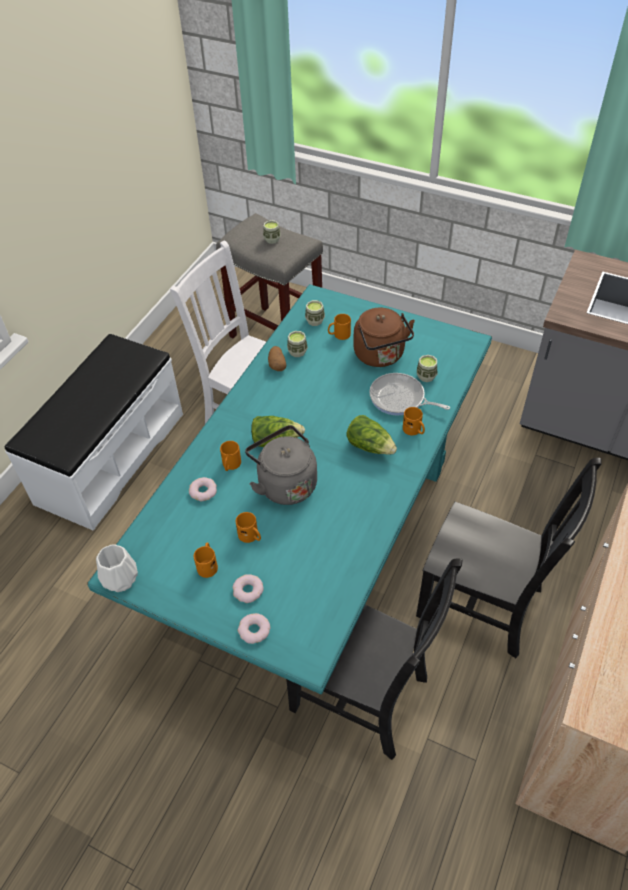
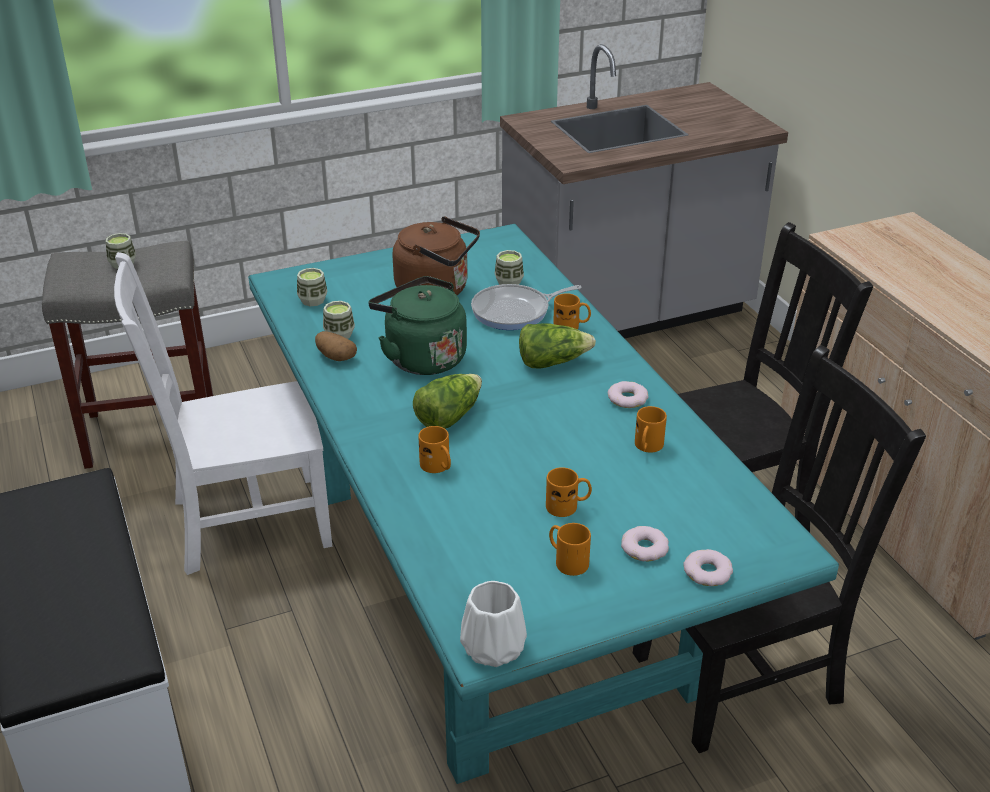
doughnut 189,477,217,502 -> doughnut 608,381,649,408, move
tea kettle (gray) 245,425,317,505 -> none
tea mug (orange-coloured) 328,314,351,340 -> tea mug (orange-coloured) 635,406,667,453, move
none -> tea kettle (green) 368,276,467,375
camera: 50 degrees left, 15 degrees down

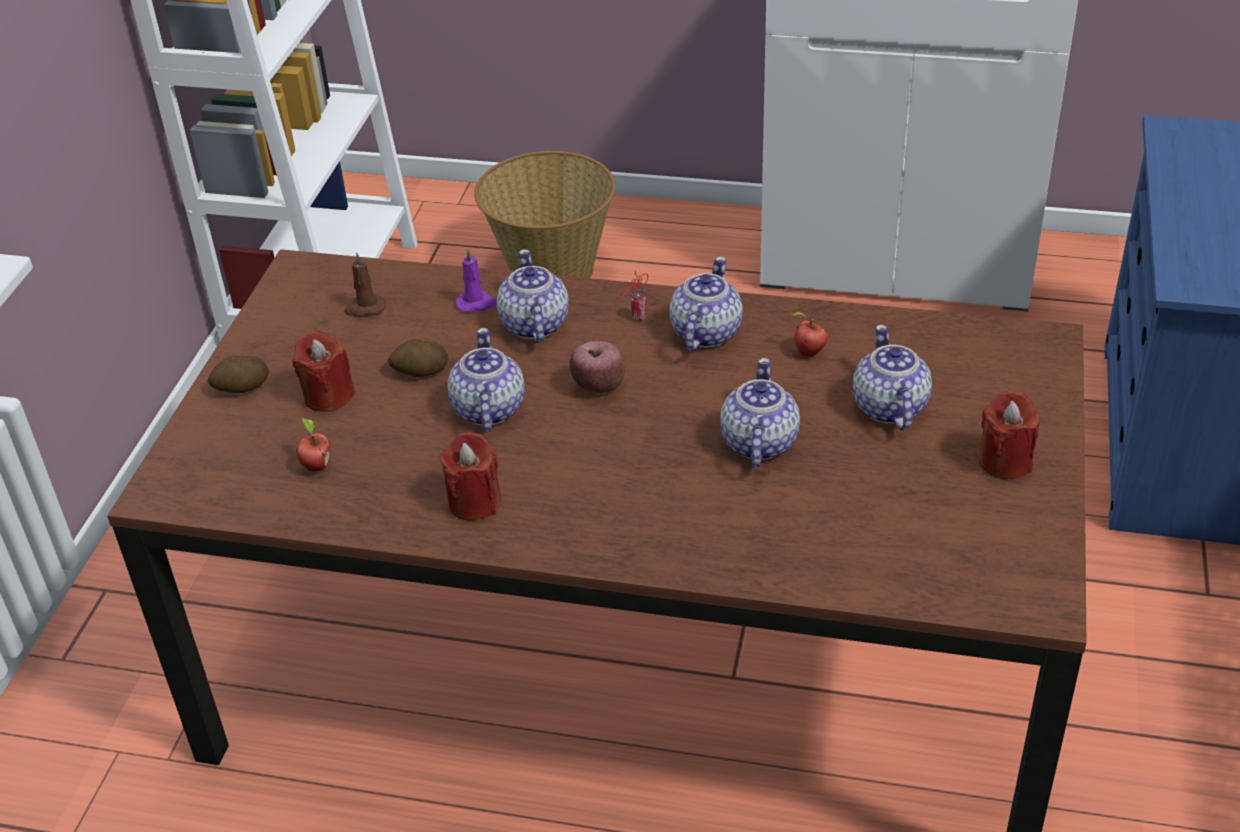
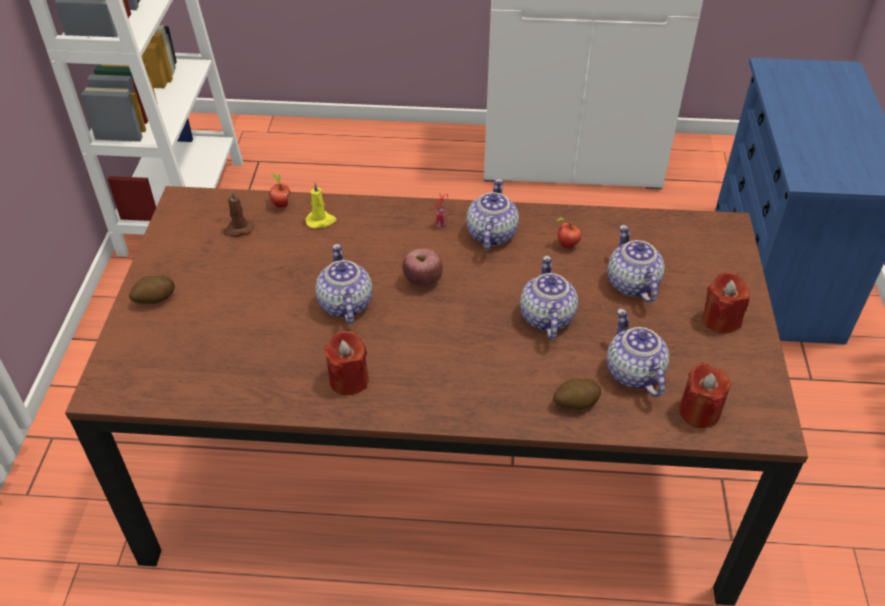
wax candle (red) 292,330,355,412 -> wax candle (red) 679,362,731,428, move
whole apple 296,418,331,471 -> whole apple 269,173,290,208, move
spud 388,339,448,377 -> spud 553,378,601,410, move
wax candle (purplish) 456,248,497,312 -> wax candle (yellow-coloured) 306,182,336,228
basket 474,151,616,278 -> none
teapot 497,249,569,343 -> teapot 607,309,669,397, move
camera: 10 degrees left, 5 degrees up

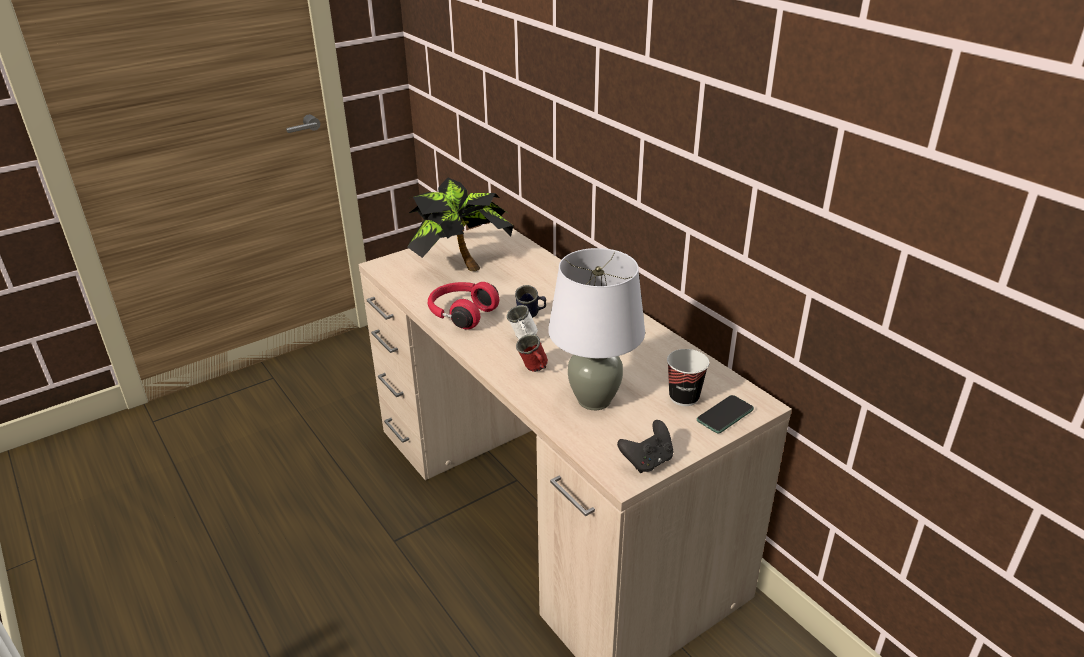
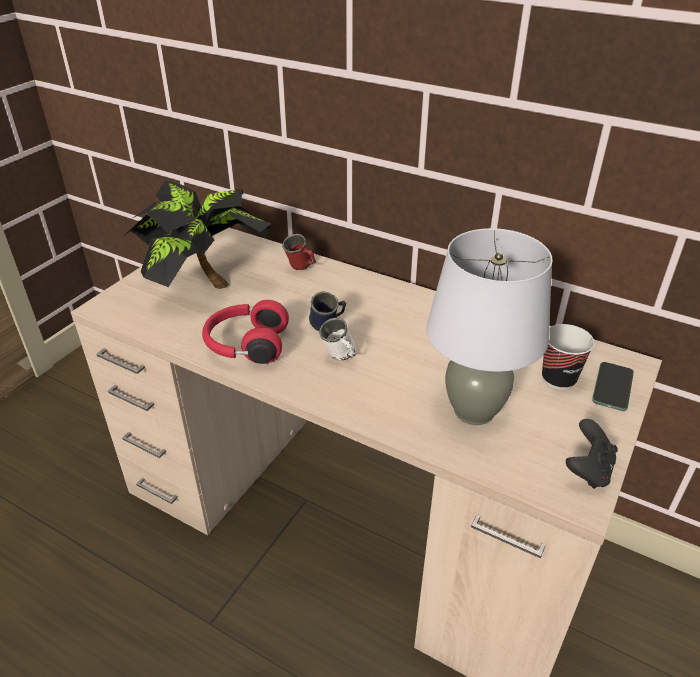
tea mug (red) 516,334,548,372 -> tea mug (red) 282,234,316,270, move
camera: 25 degrees left, 5 degrees up

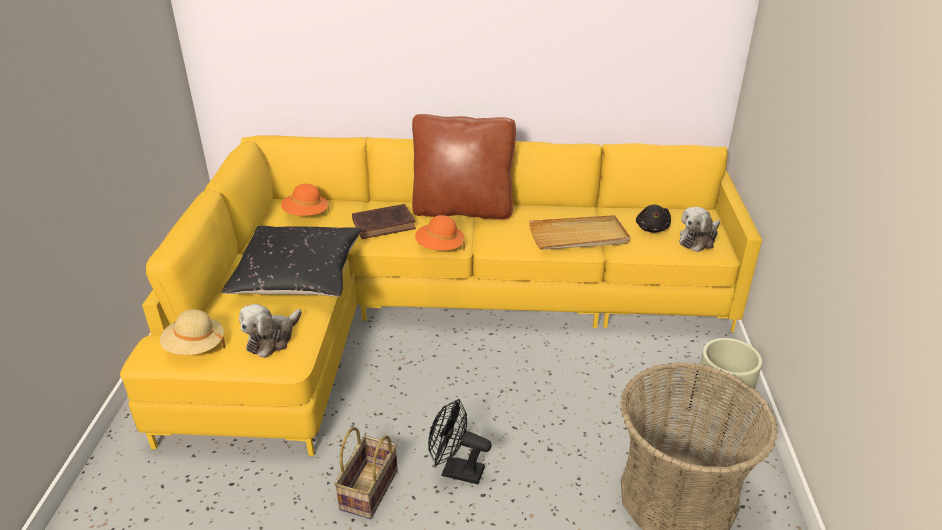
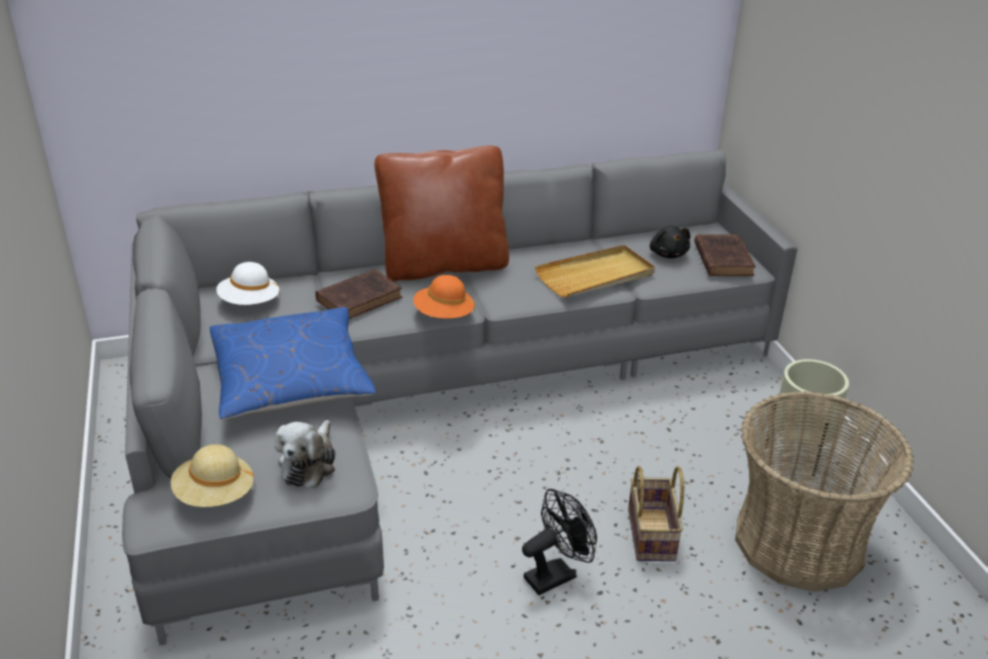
settee (yellow-coloured) 120,135,762,456 -> settee (gray) 122,149,797,645
pillow (blackish) 222,226,361,297 -> pillow (bluish) 210,307,376,419
wearable hat (orange-coloured) 281,184,330,216 -> wearable hat (whitish) 216,262,280,305
basket 334,427,398,519 -> basket 628,466,684,561, move
electric fan (blackish) 428,399,492,484 -> electric fan (blackish) 522,489,597,595, 150 degrees clockwise
plush toy 679,207,720,252 -> bound book (brown-coloured) 694,234,756,276
camera: 20 degrees left, 0 degrees up

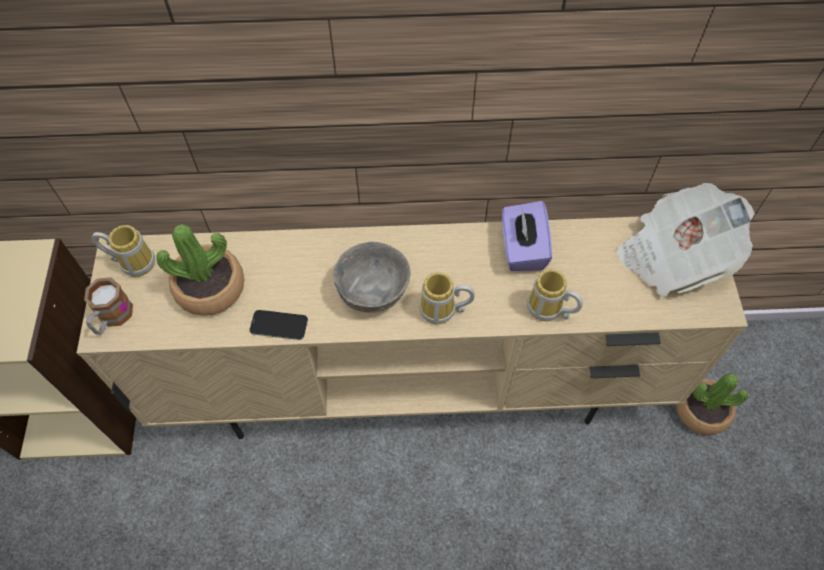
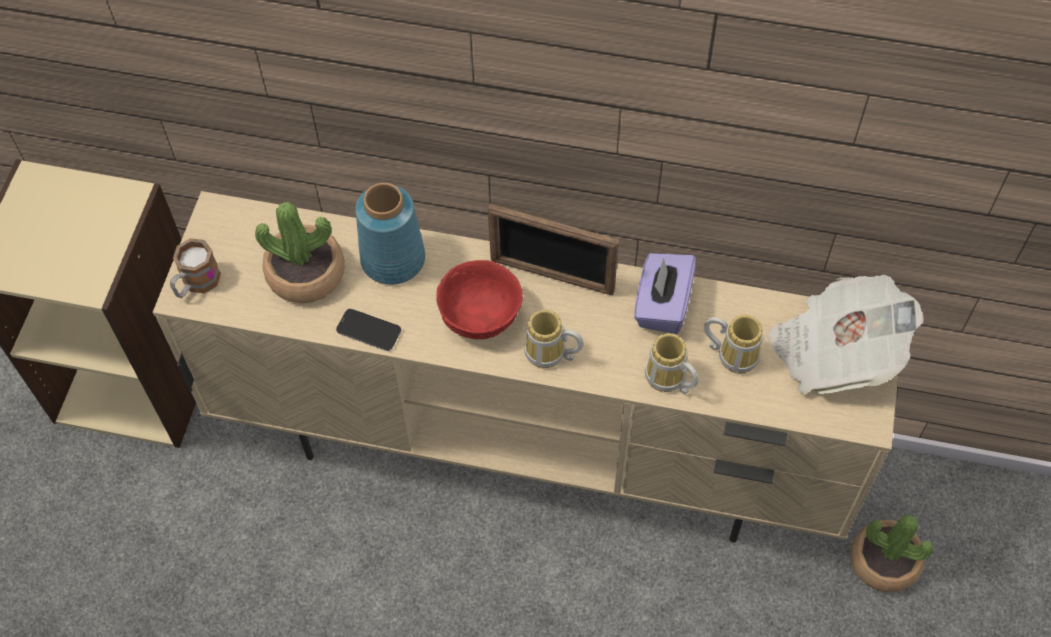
tea mug 91,225,155,277 -> tea mug 704,315,763,374, move
serving bowl (gray) 333,242,411,312 -> serving bowl (red) 436,260,523,339
none -> vase (bluish) 355,183,425,285
none -> photo frame 488,204,619,295
camera: 15 degrees right, 0 degrees up

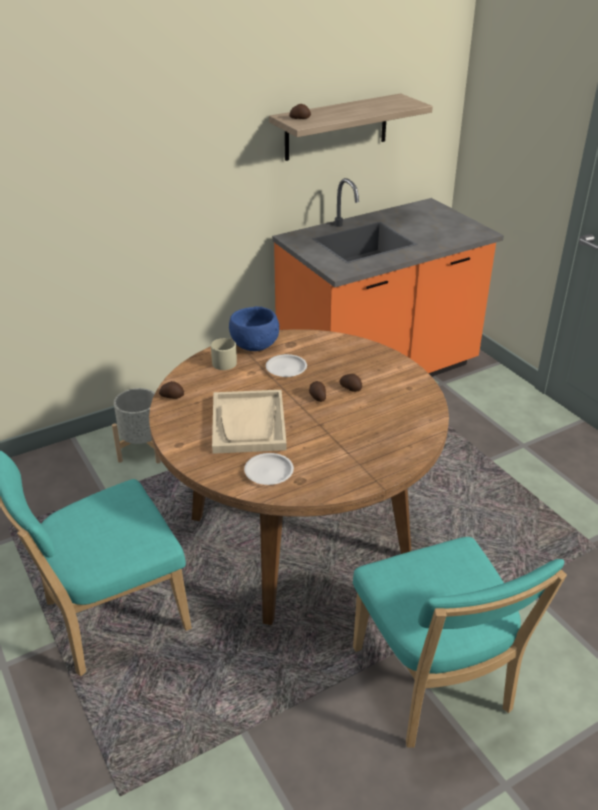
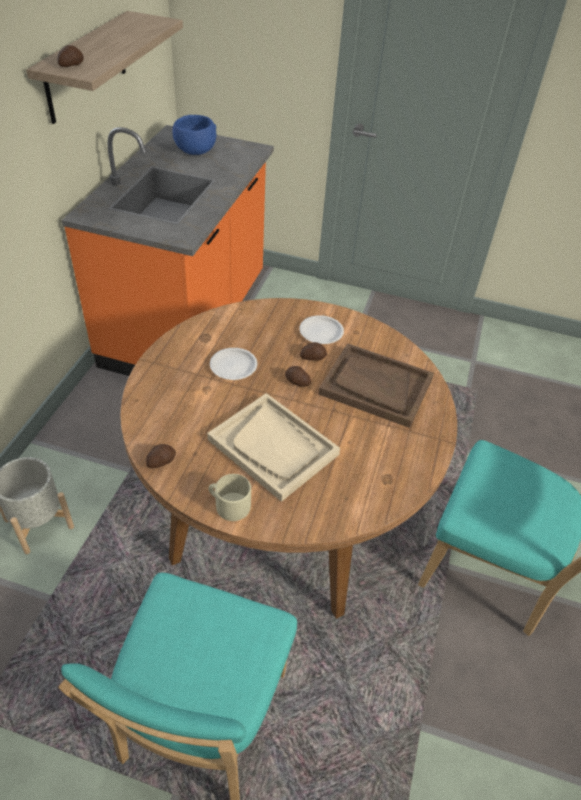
tea mug (sand-coloured) 211,338,237,370 -> tea mug (sand-coloured) 208,474,251,521, move
serving bowl (bluish) 229,306,279,351 -> serving bowl (bluish) 172,115,217,155, move
plate (whitish) 244,453,294,485 -> plate (whitish) 299,315,344,344, move
none -> serving tray (brown-coloured) 319,343,434,428
camera: 45 degrees left, 10 degrees up

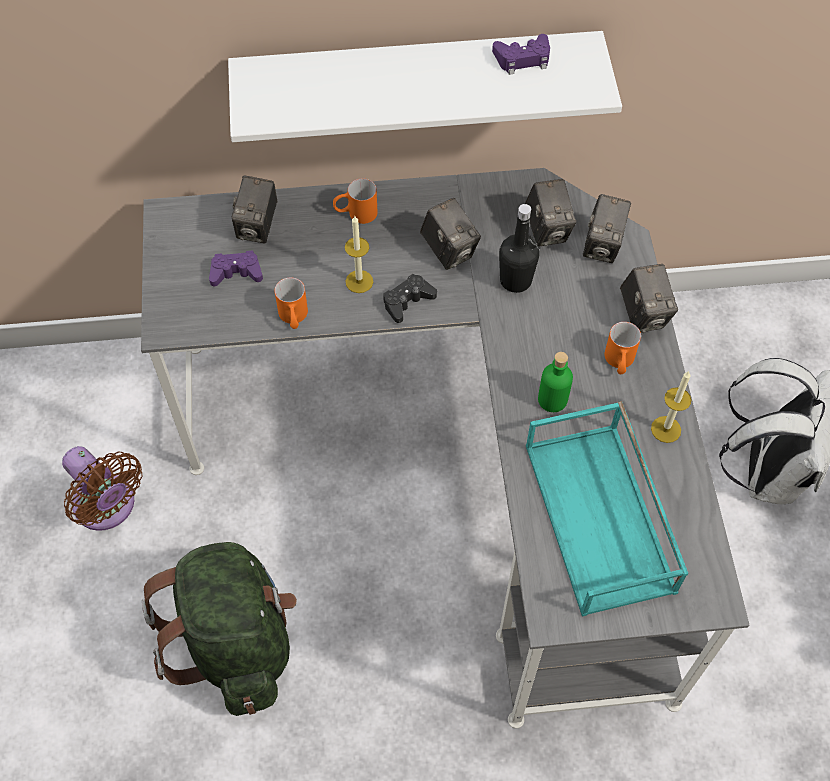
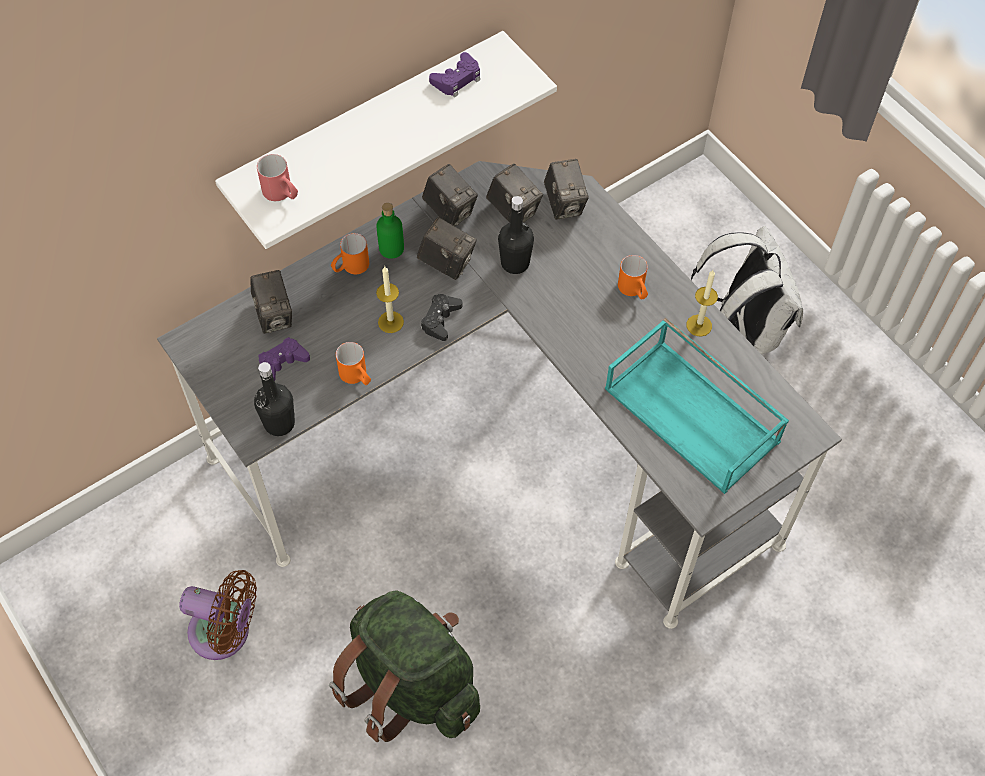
bottle (green) 538,352,573,412 -> bottle (green) 376,203,404,259, move
photo camera 620,264,678,333 -> photo camera 422,164,478,226, move
none -> bottle (blackish) 254,362,295,436
none -> tea mug (red) 257,154,298,201
camera: 30 degrees left, 0 degrees up

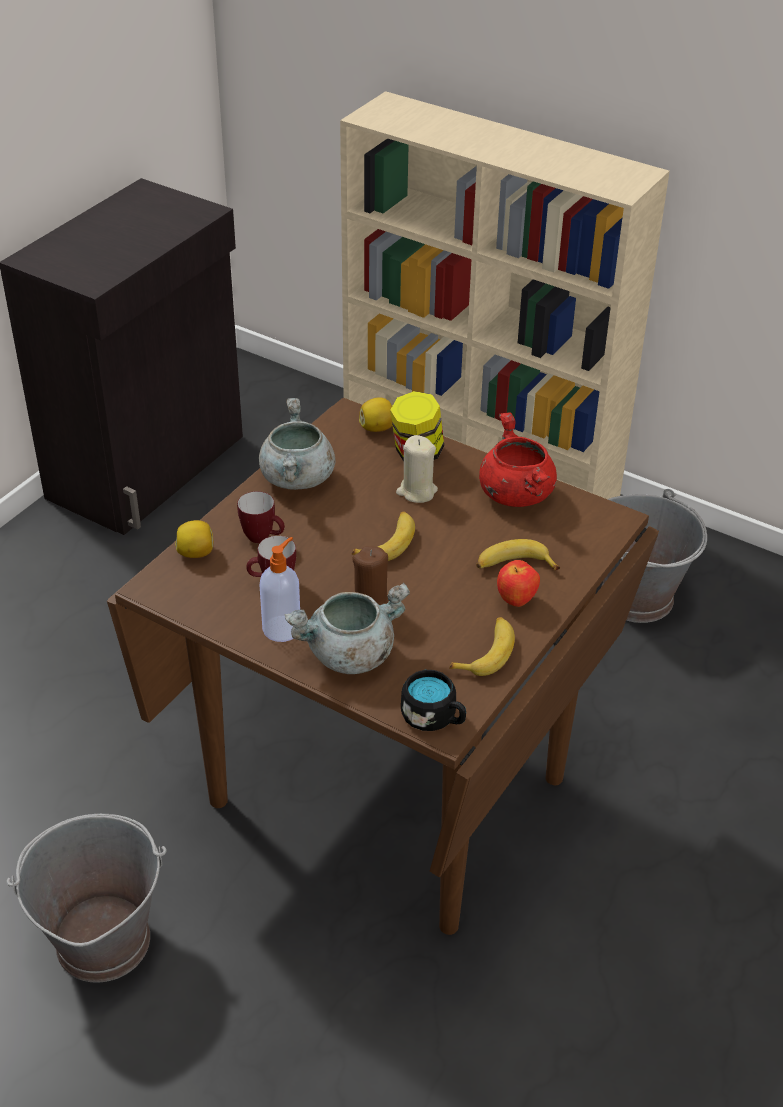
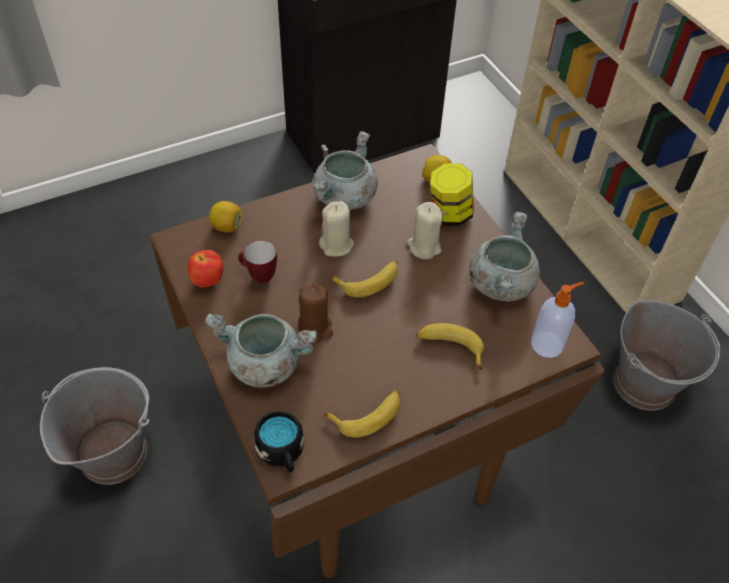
tea mug 237,491,285,543 -> none
liquid soap bottle 259,537,300,642 -> liquid soap bottle 531,282,585,358, move
stockpot (red) 479,413,557,507 -> stockpot (gray) 469,211,540,302
whole apple 497,560,540,607 -> whole apple 187,250,224,288, move
none -> wax candle (sand-coloured) 319,201,354,257
camera: 30 degrees right, 10 degrees up

